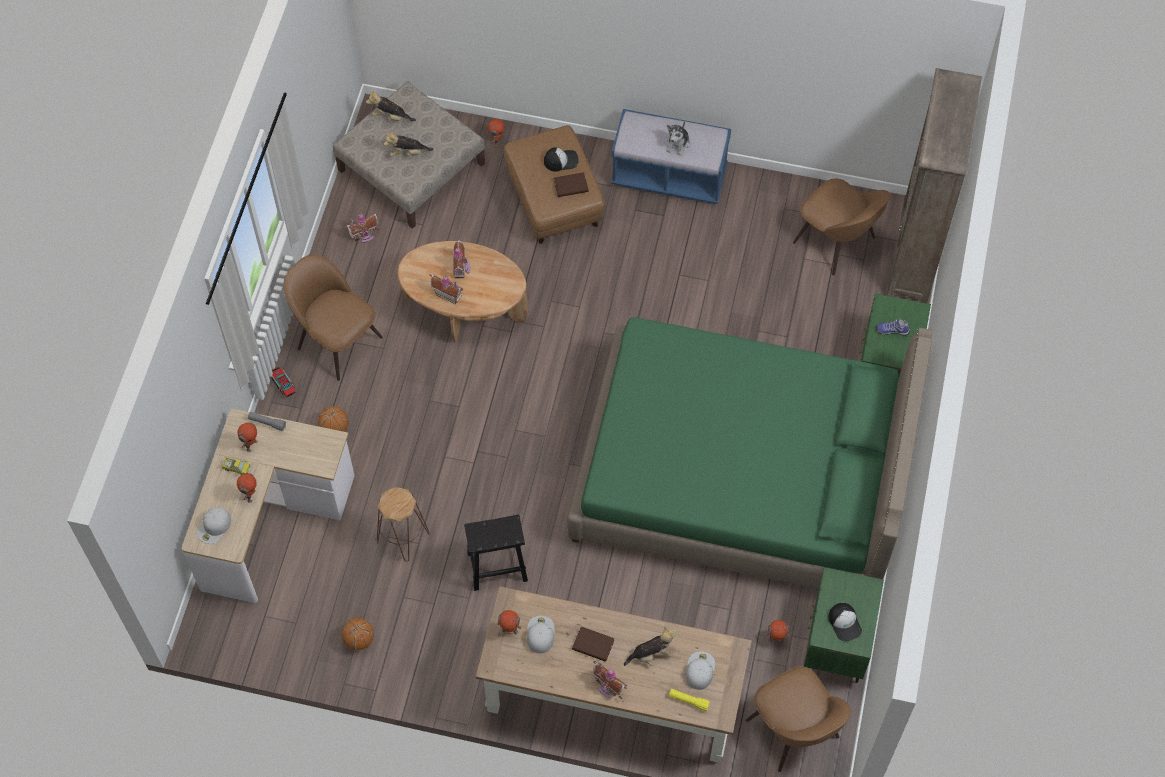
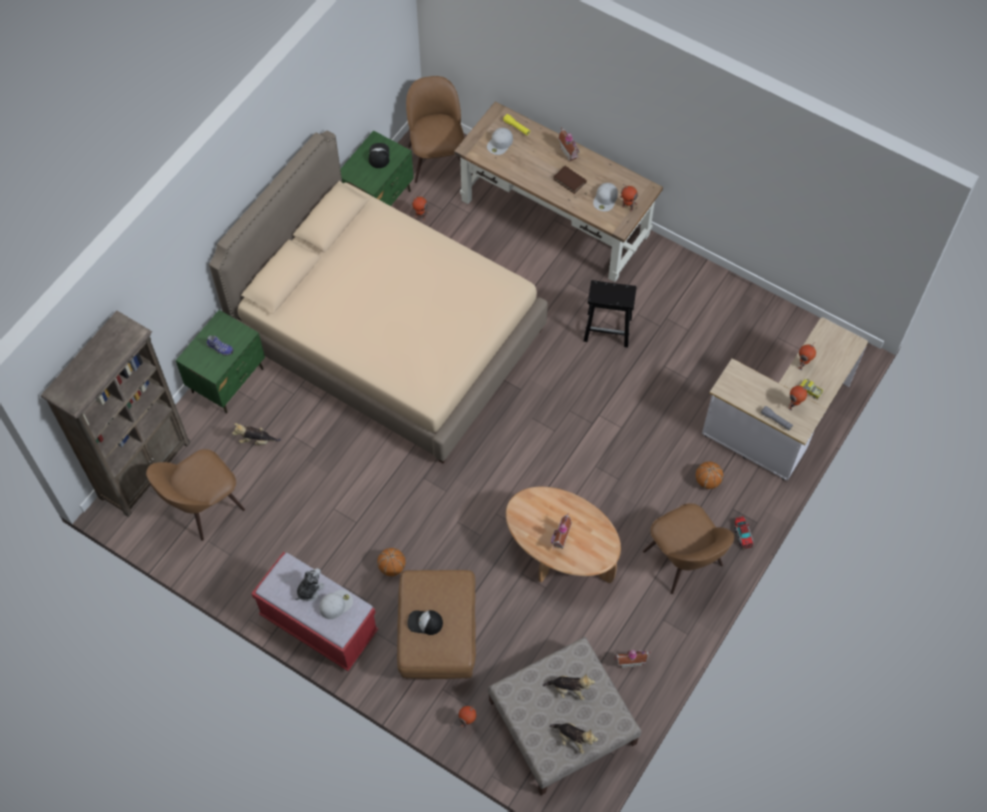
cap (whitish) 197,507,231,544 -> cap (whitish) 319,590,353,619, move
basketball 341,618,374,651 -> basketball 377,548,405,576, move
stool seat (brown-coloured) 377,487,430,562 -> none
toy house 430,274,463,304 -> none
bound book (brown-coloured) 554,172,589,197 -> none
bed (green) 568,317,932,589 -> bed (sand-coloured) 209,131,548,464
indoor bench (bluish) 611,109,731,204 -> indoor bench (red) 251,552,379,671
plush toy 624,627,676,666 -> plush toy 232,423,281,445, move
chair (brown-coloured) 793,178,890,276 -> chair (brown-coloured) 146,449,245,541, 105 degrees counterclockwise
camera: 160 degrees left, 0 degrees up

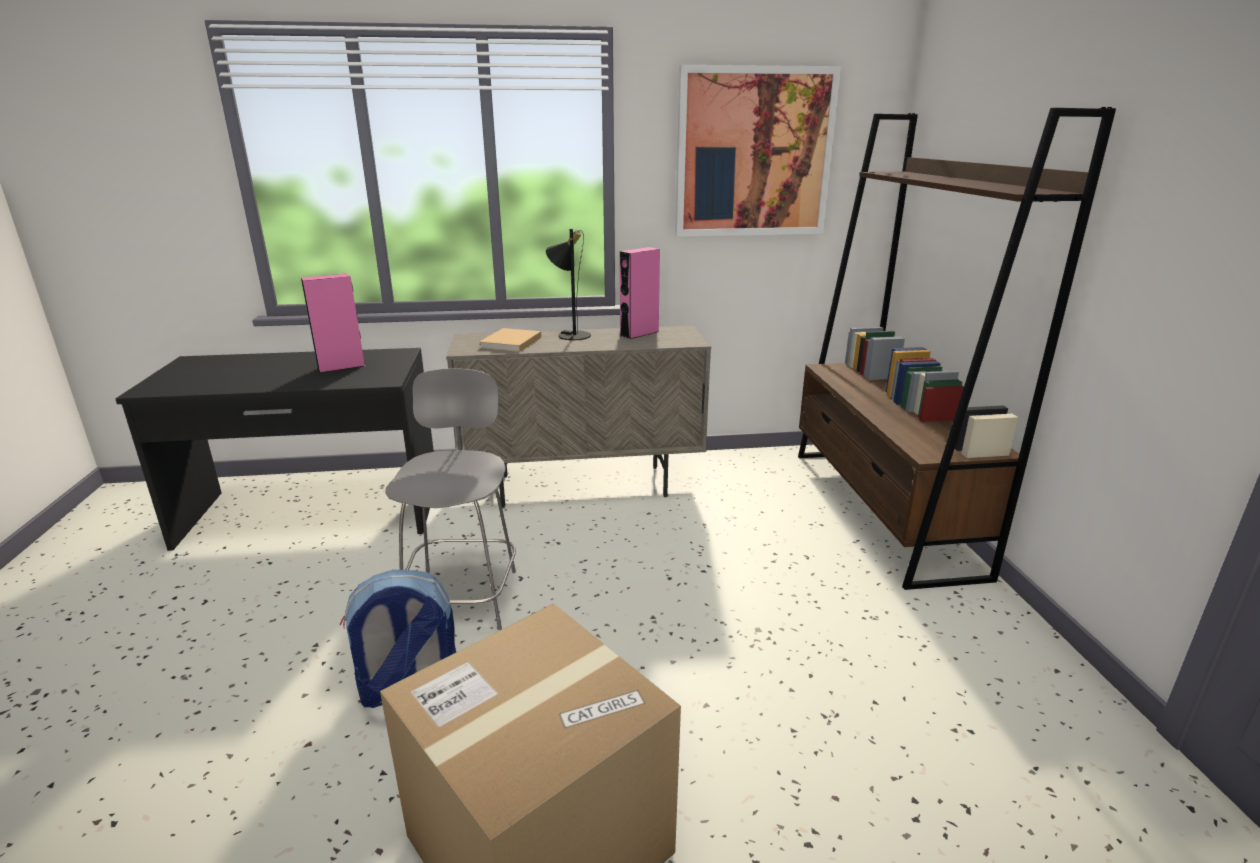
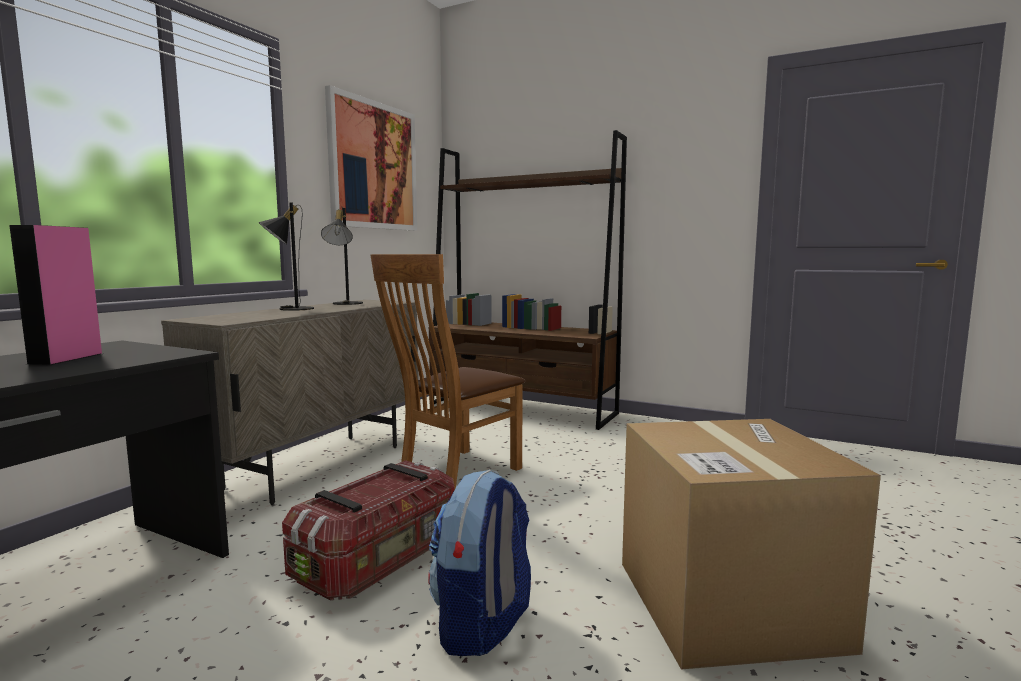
chair (gray) 385,368,516,630 -> storage box 282,460,454,601
bound book (sand-coloured) 479,328,541,352 -> none
speaker (pinkish) 620,247,660,339 -> table lamp (blackish) 321,208,363,305
none -> chair (brown-coloured) 371,254,525,490
camera: 55 degrees left, 15 degrees down

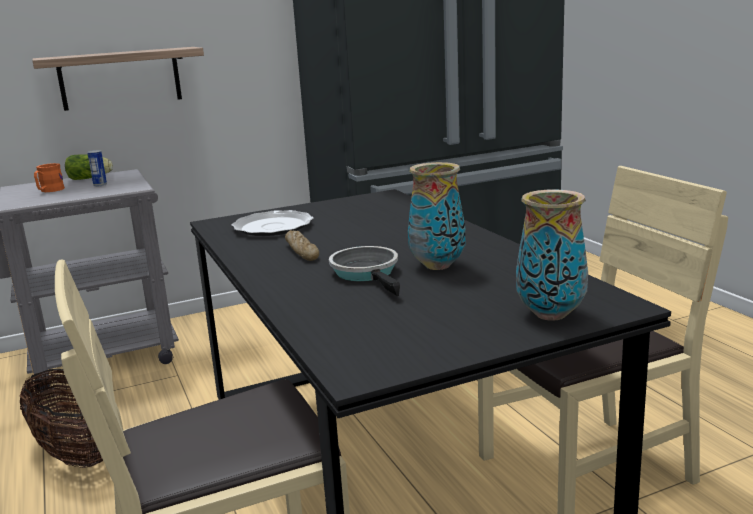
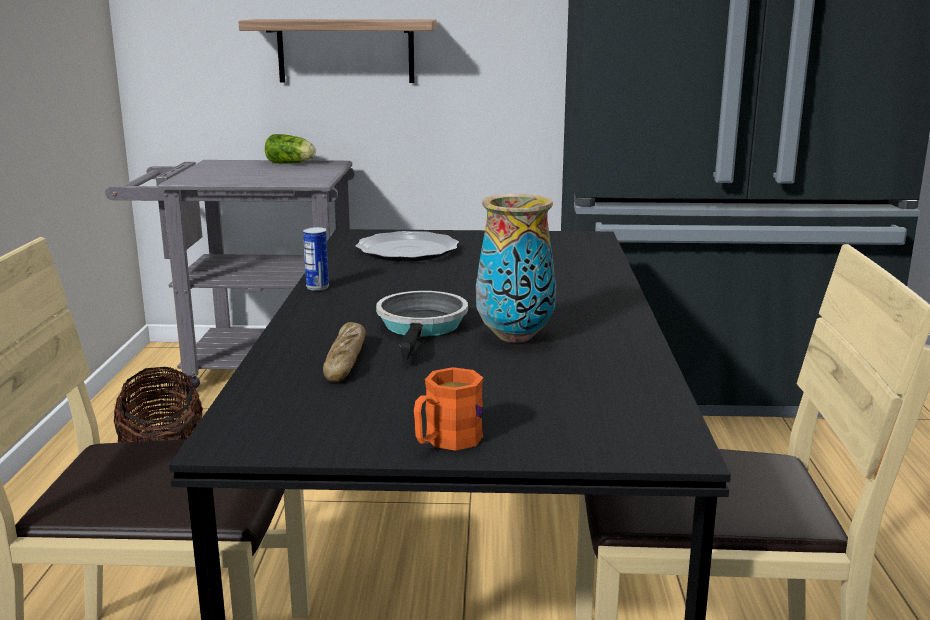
tea mug (orange-coloured) 34,163,65,192 -> tea mug (orange-coloured) 414,367,483,451, move
metal can 87,150,107,187 -> metal can 303,227,329,291, move
baked bread 285,230,319,261 -> baked bread 323,322,366,382, move
vase 516,189,588,321 -> none
camera: 25 degrees right, 0 degrees up

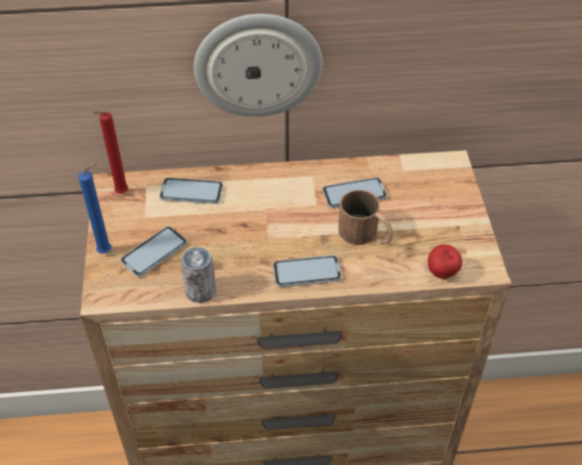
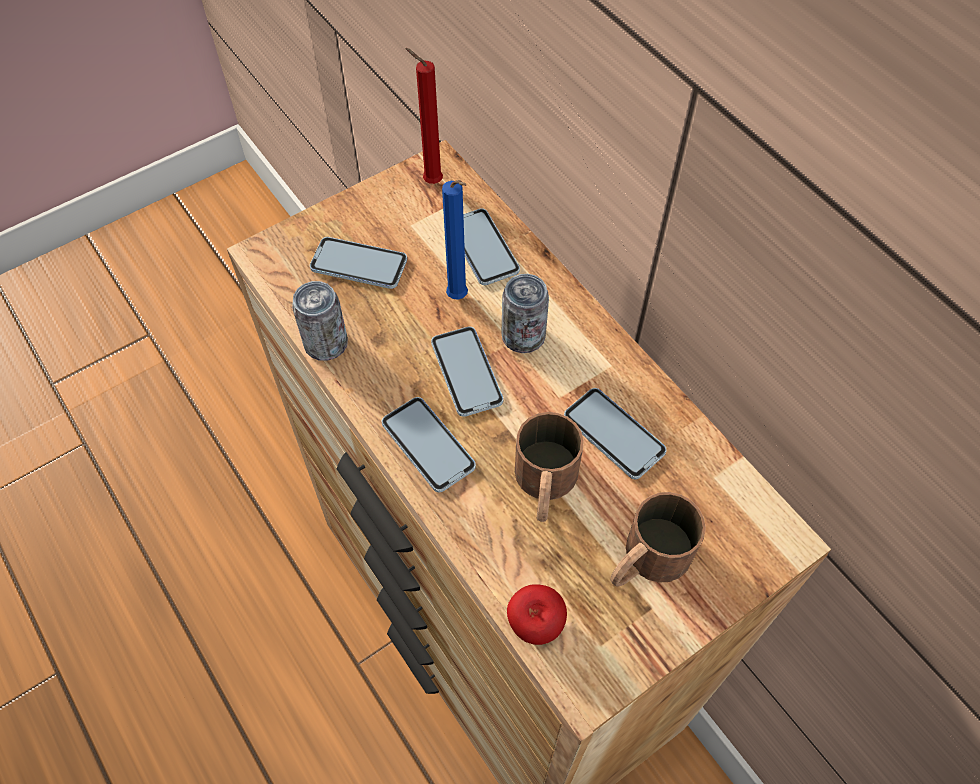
wax candle (bluish) 78,164,111,254 -> wax candle (bluish) 442,180,468,300, move
wall clock 194,14,323,117 -> none
none -> phone 431,326,503,417
none -> metal can 502,274,549,353
none -> tea mug (brown-coloured) 610,492,706,587
camera: 60 degrees right, 10 degrees up

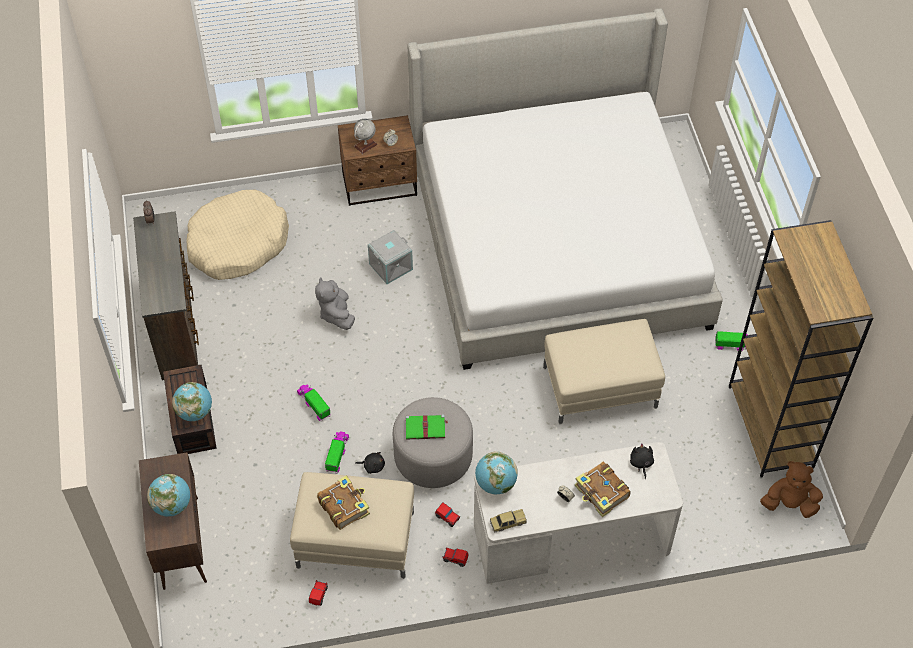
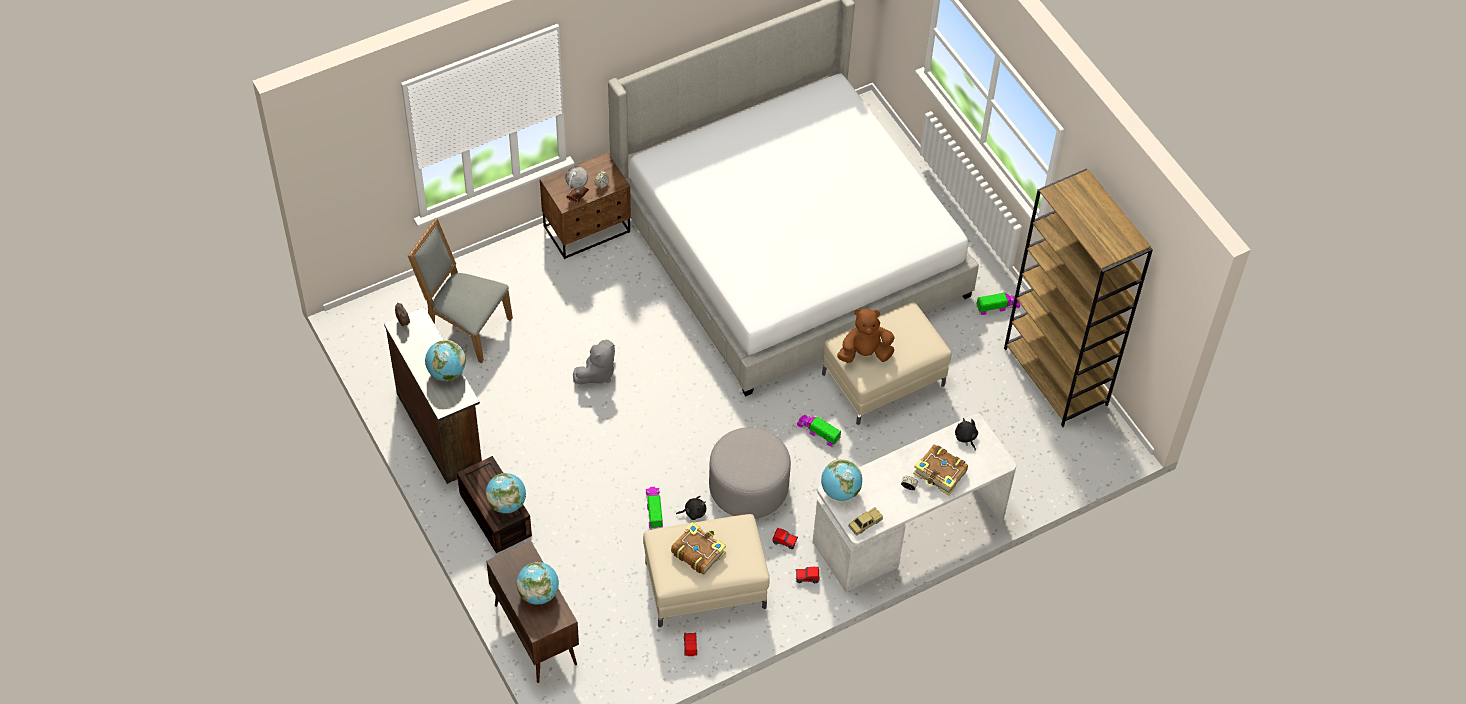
dog bed (sand-coloured) 187,190,289,280 -> chair (gray) 408,218,513,363
model truck 297,384,331,422 -> model truck 797,415,841,447, move
plush toy (gray) 315,277,355,330 -> plush toy (gray) 573,340,615,384, 105 degrees counterclockwise
storage box (gray) 368,230,413,284 -> none
bound book (green) 406,415,448,439 -> none
plush toy (brown-coloured) 760,461,823,518 -> plush toy (brown-coloured) 837,309,894,363, move
none -> world globe 425,340,466,381
camera: 20 degrees left, 0 degrees up

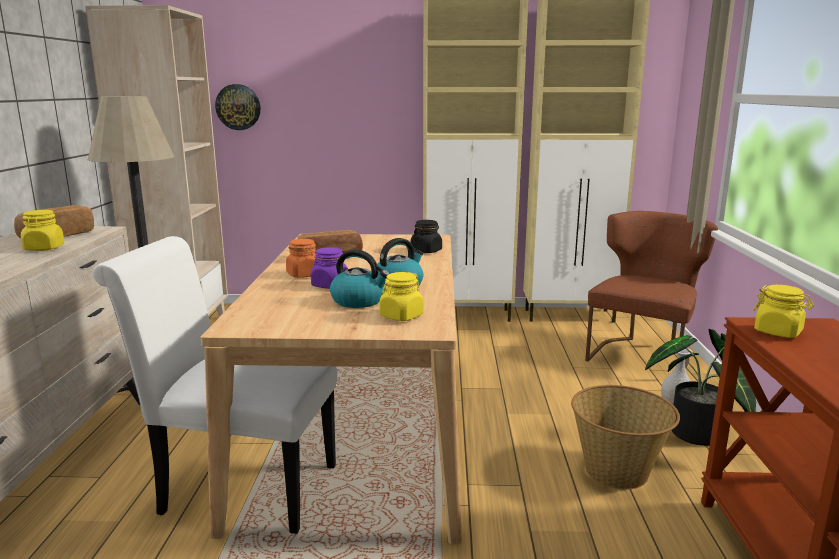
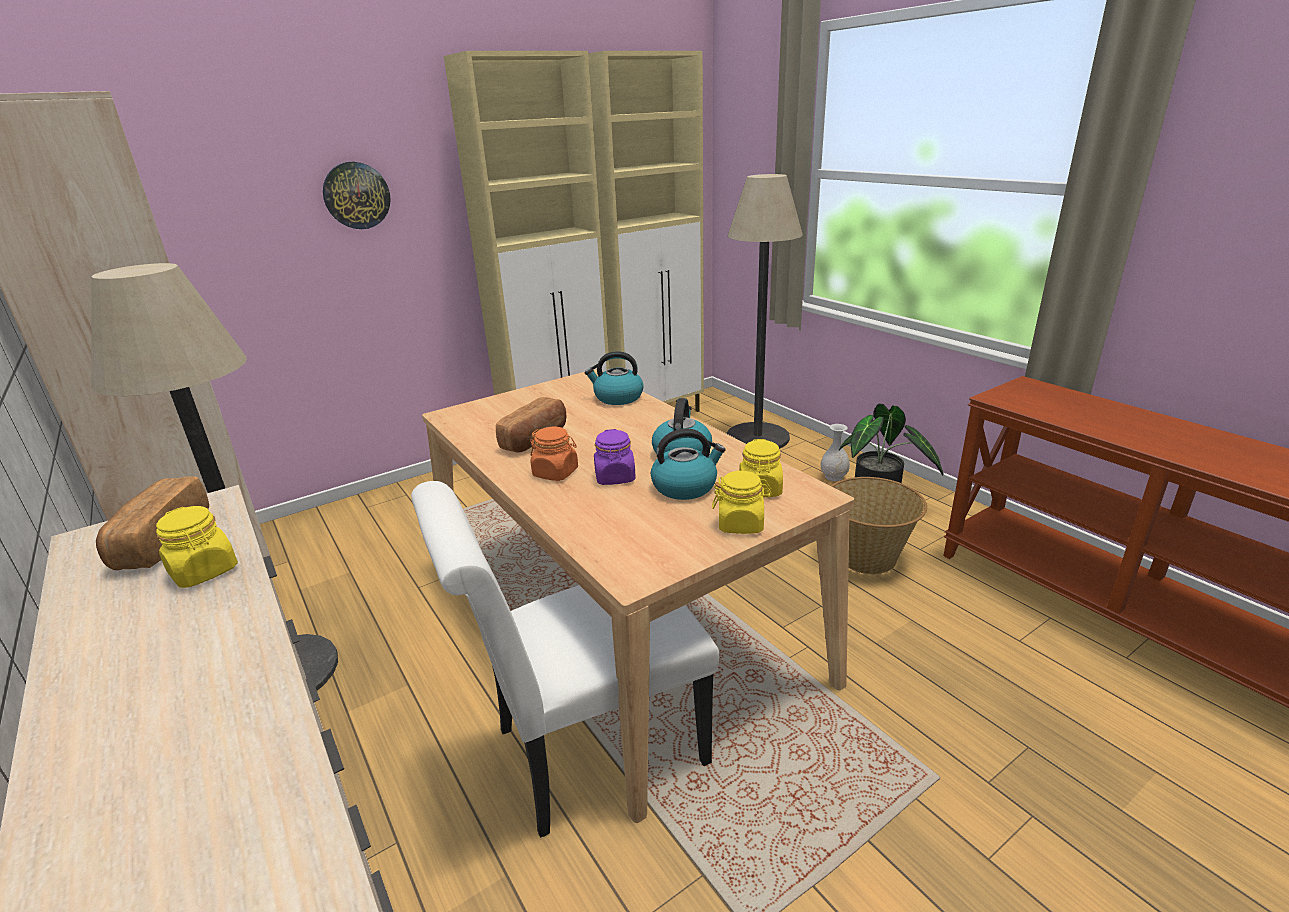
wall clock 215,84,260,130 -> wall clock 323,162,391,229, move
preserve jar (blackish) 411,220,442,253 -> tea kettle 585,351,644,405
chair (brown-coloured) 585,211,718,369 -> standing lamp 727,174,803,449
preserve jar (yellow-coloured) 753,285,814,338 -> preserve jar (yellow-coloured) 712,471,772,534, move
camera: 35 degrees left, 10 degrees up

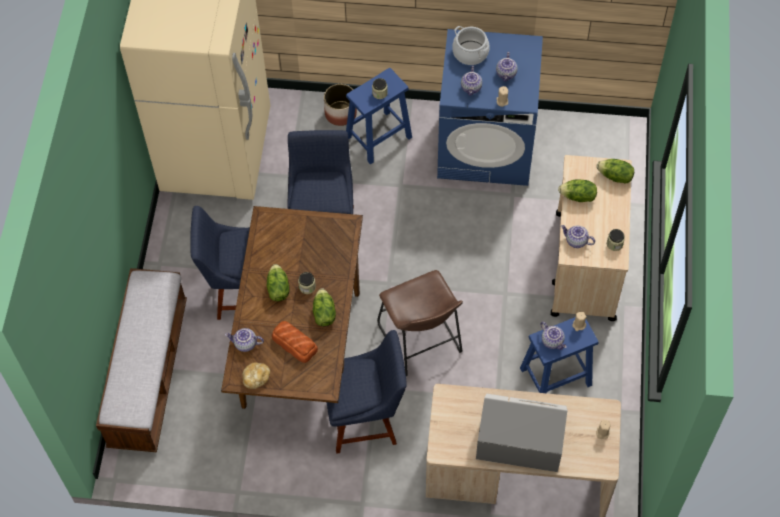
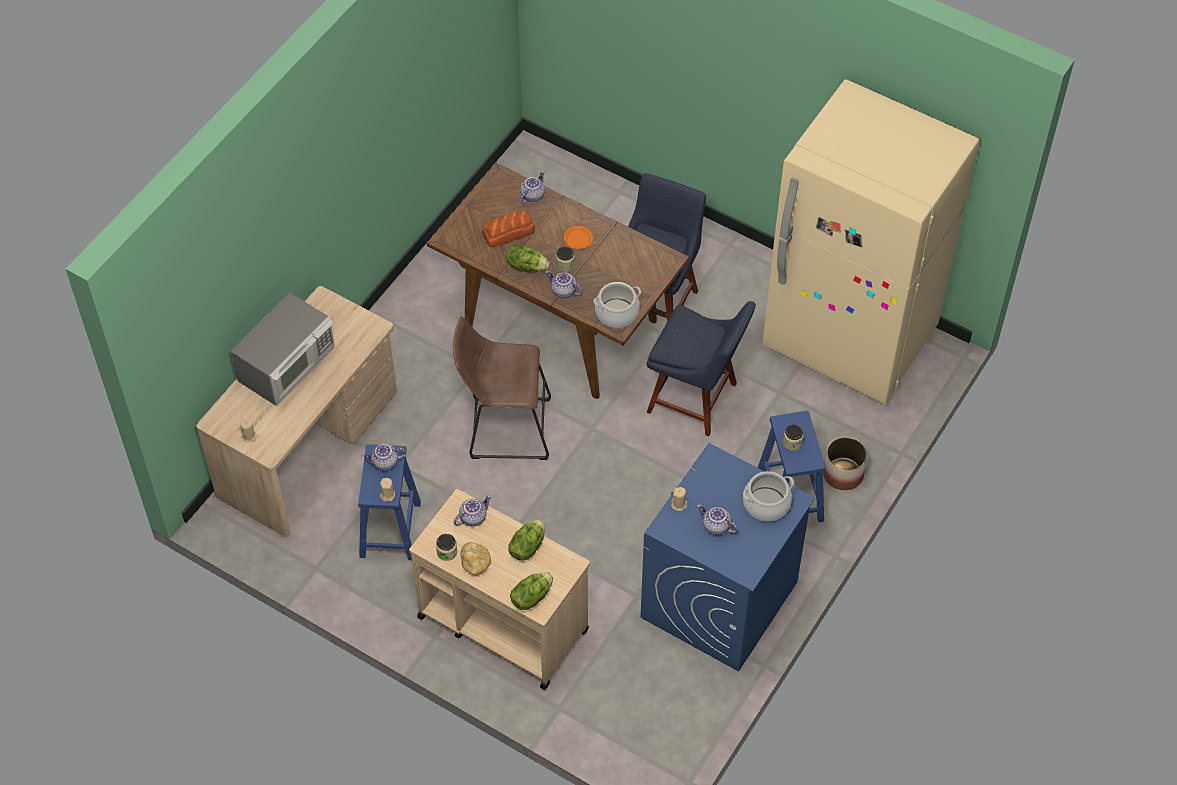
indoor bench 96,268,187,452 -> none
baked bread 243,363,270,389 -> baked bread 461,542,491,576, move
lettuce head 267,264,289,301 -> plate (orange-coloured) 564,226,593,249
chair (bluish) 327,330,407,454 -> none
teapot 461,66,482,96 -> teapot 546,270,582,298, move
none -> stockpot 593,282,641,328
camera: 115 degrees right, 5 degrees down

